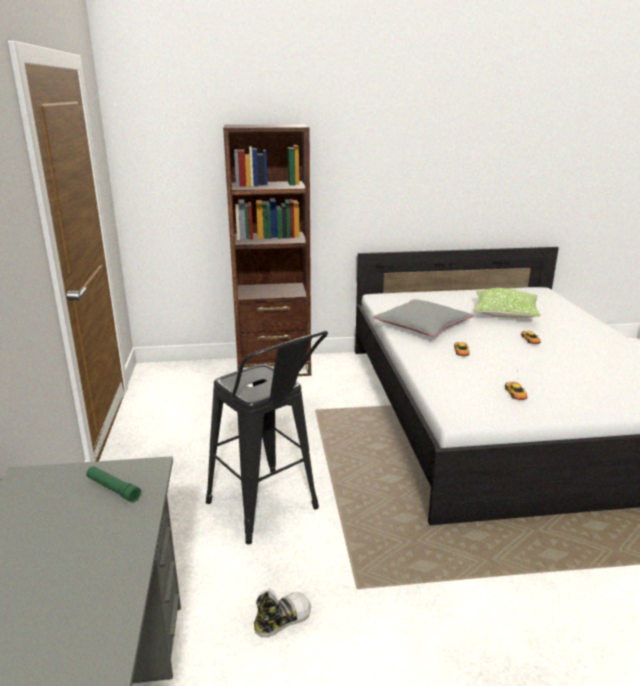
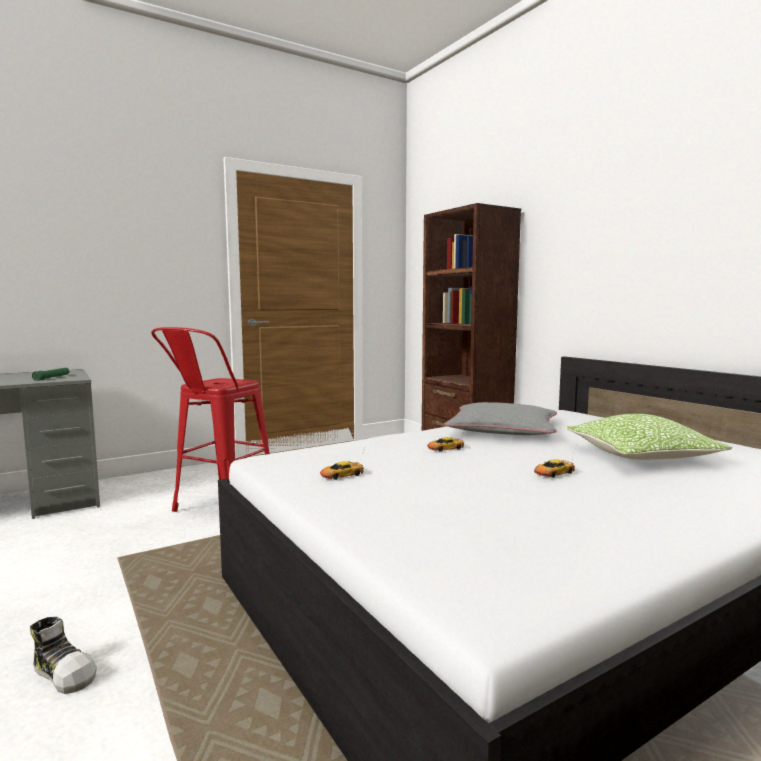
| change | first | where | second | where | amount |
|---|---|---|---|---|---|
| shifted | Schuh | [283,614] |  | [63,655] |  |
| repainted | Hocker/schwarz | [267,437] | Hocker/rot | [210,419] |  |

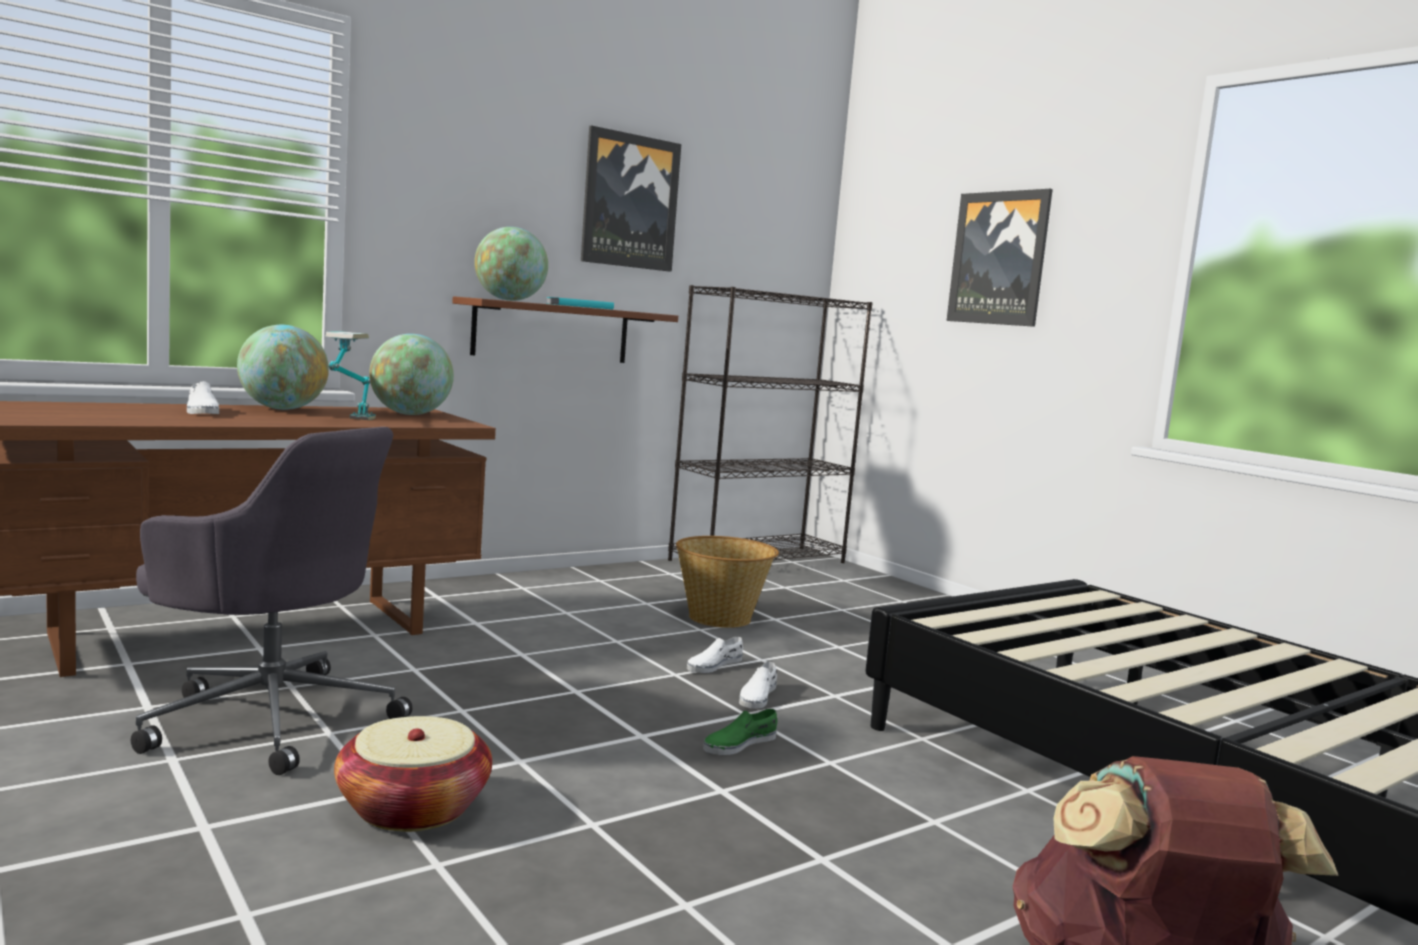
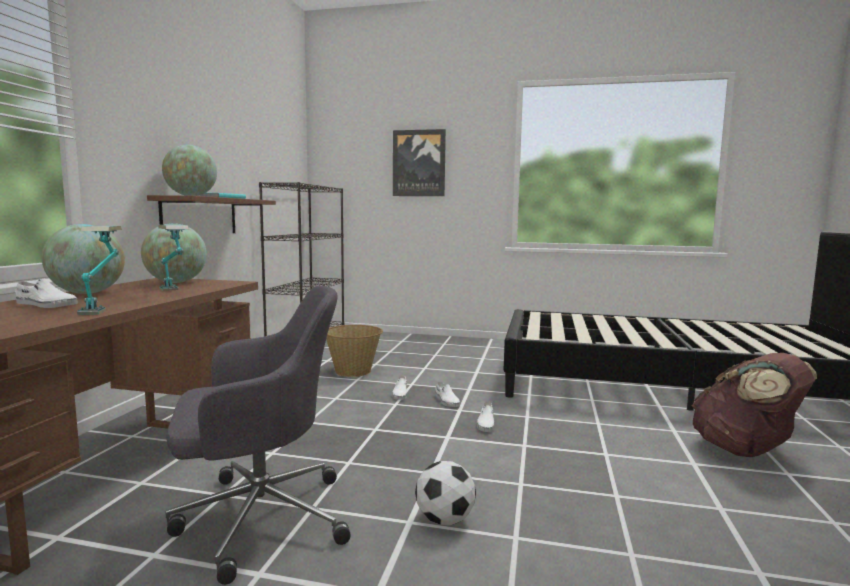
| change | first | where | second | where | amount |
|---|---|---|---|---|---|
| gone | Bild | [631,198] |  |  |  |
| new |  |  | Tischlampe | [99,270] |  |
| swapped | Korb | [413,774] | Fußball | [445,493] |  |
| repainted | Schuh/grün | [740,732] | Schuh/weiß | [485,416] |  |

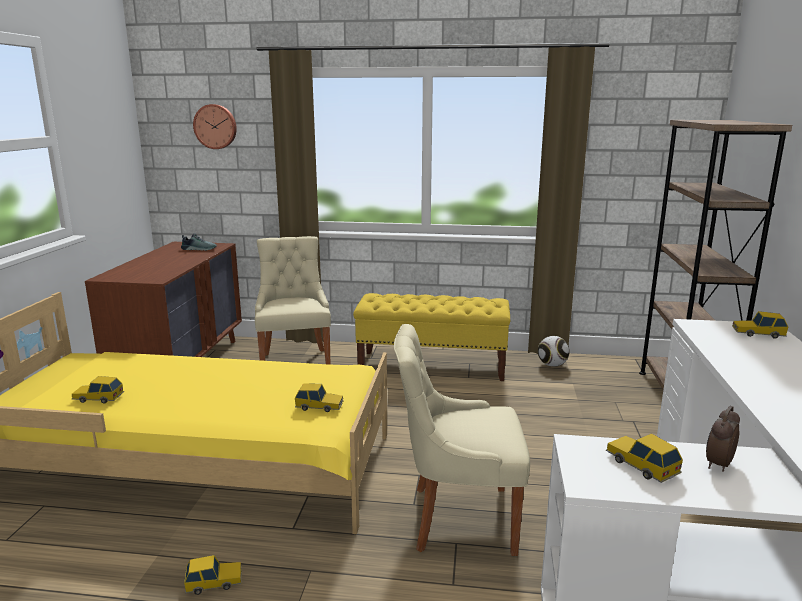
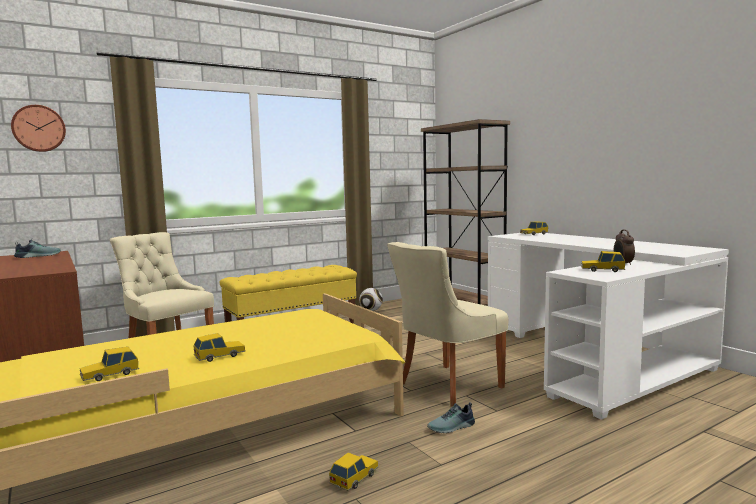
| change | first | where | second | where | amount |
|---|---|---|---|---|---|
| new |  |  | Schuh | [451,418] |  |
| shifted | Spielzeugauto | [319,398] |  | [219,347] |  |

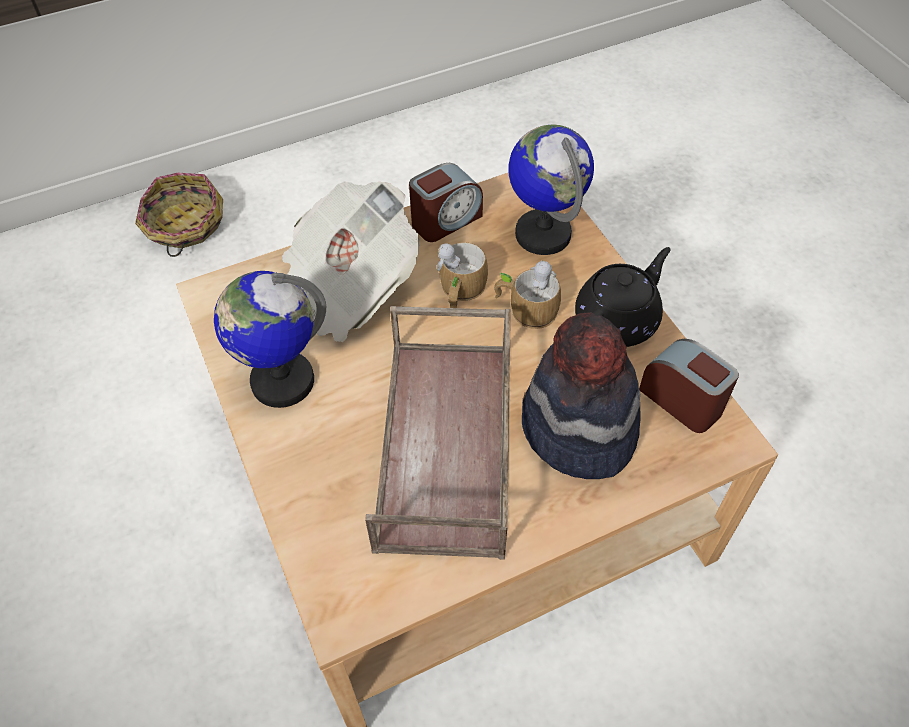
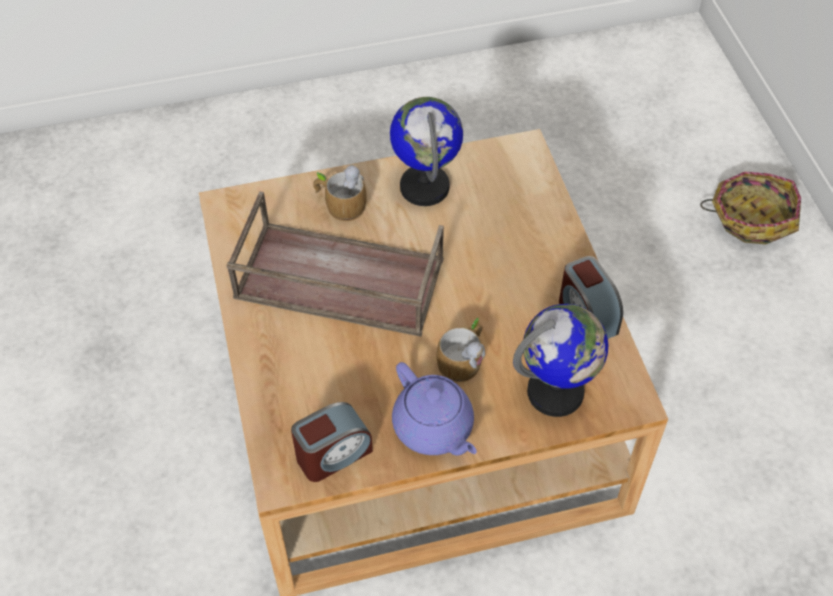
| change | first | where | second | where | amount |
|---|---|---|---|---|---|
| gone | Zeitung | [350,261] |  |  |  |
| gone | Hut | [581,395] |  |  |  |
| shifted | Henkelbecher | [462,275] |  | [340,193] |  |
| repainted | Teekanne/schwarz | [623,297] | Teekanne/lila | [434,409] |  |

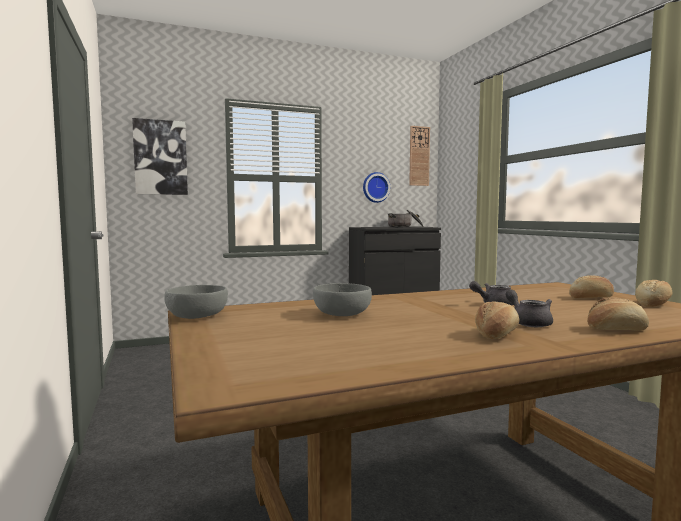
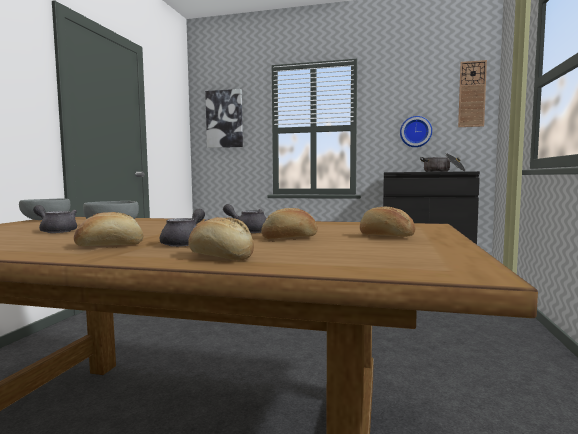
| change | first | where | second | where | amount |
|---|---|---|---|---|---|
| new |  |  | Teekanne/grau | [55,219] |  |
| shifted | Brot | [654,293] |  | [289,223] |  |

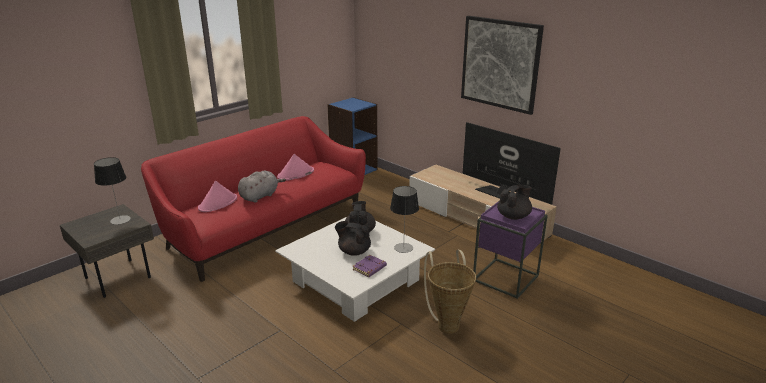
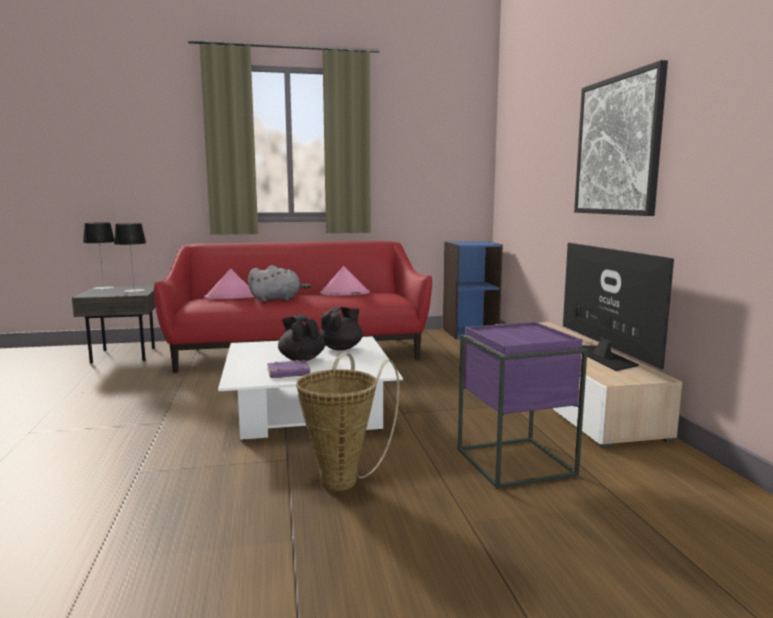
| change | first | where | second | where | amount |
|---|---|---|---|---|---|
| gone | Teekanne/schwarz | [514,202] |  |  |  |
| shifted | Tischlampe | [404,219] |  | [98,256] |  |

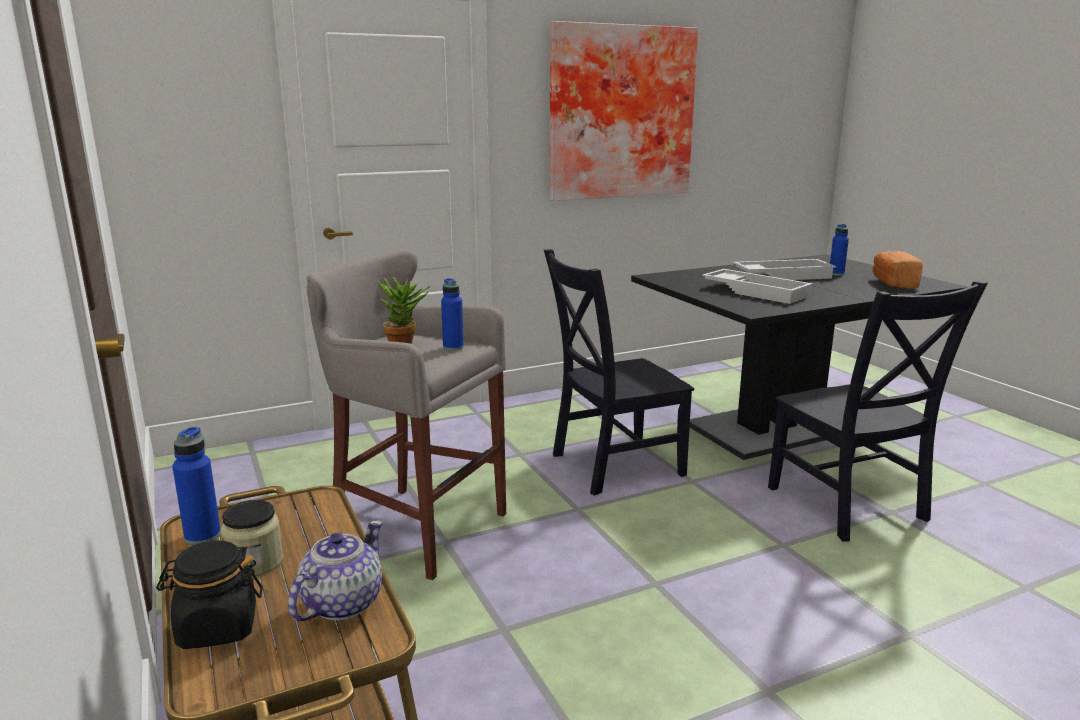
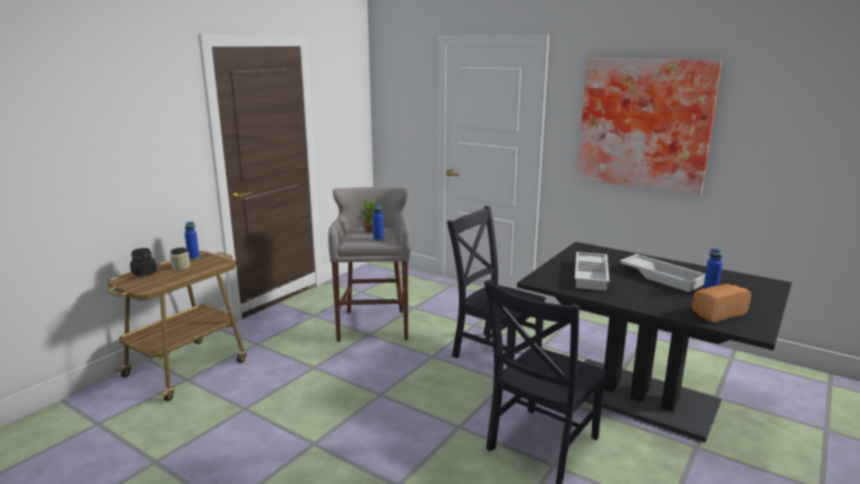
| change | first | where | second | where | amount |
|---|---|---|---|---|---|
| gone | Teekanne | [335,570] |  |  |  |

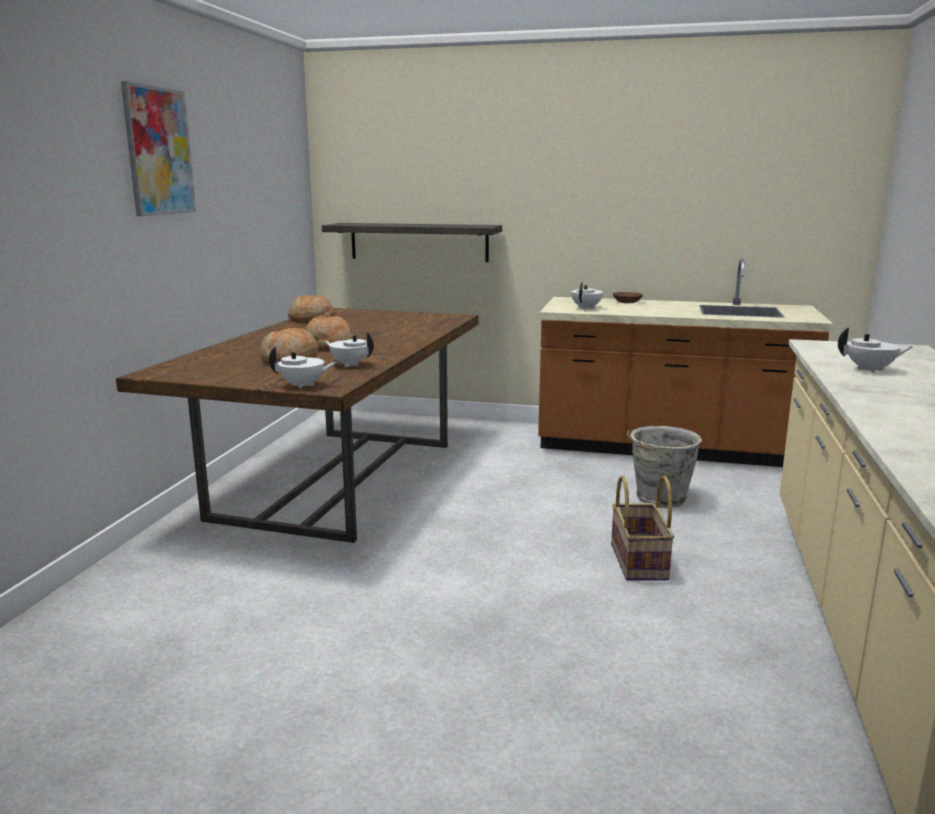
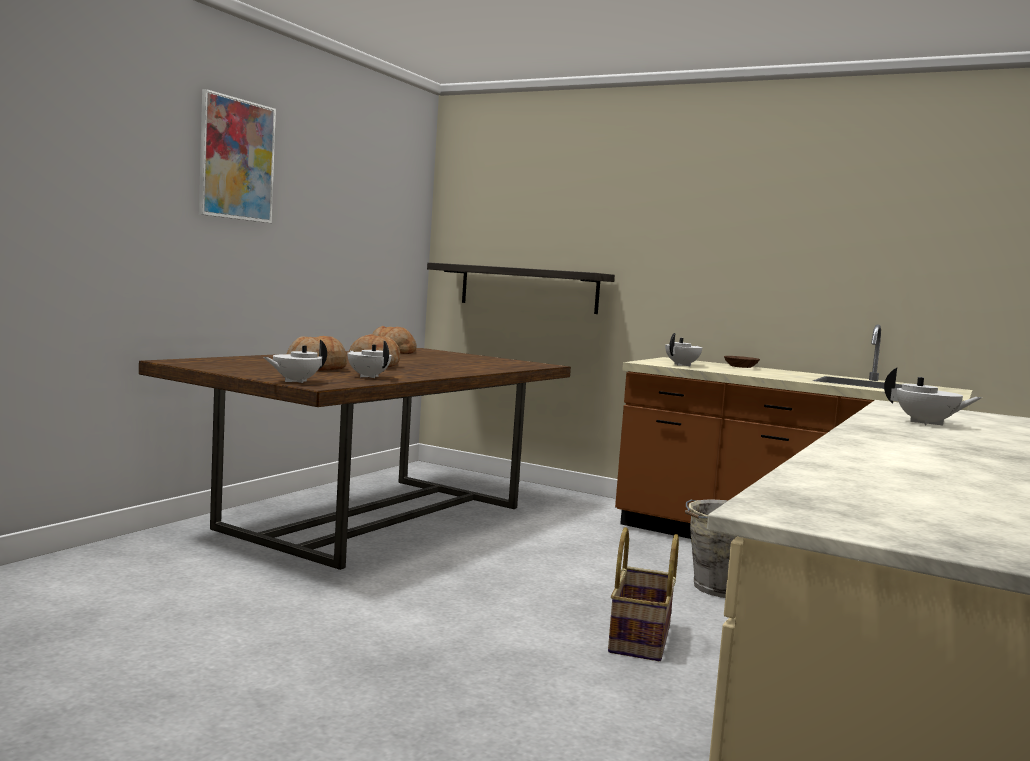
| change | first | where | second | where | amount |
|---|---|---|---|---|---|
| rotated | Teekanne/weiß | [303,368] |  | [295,361] | 120 degrees clockwise |

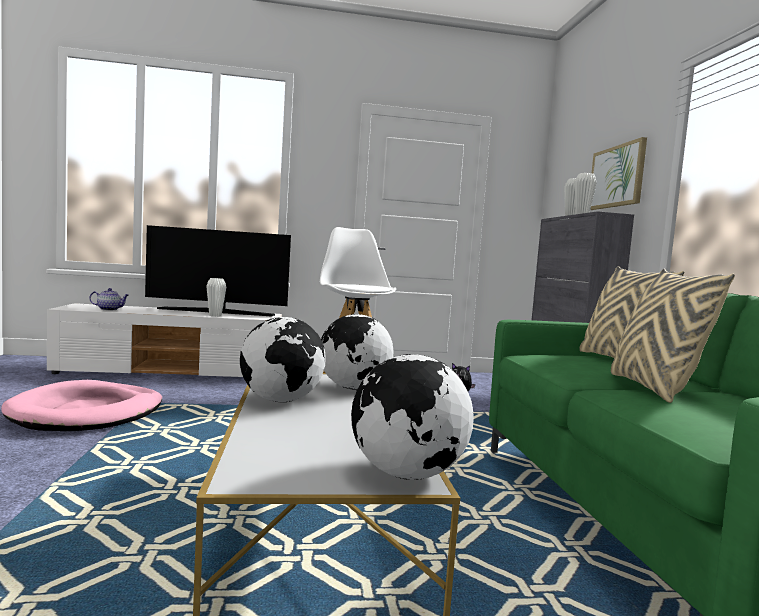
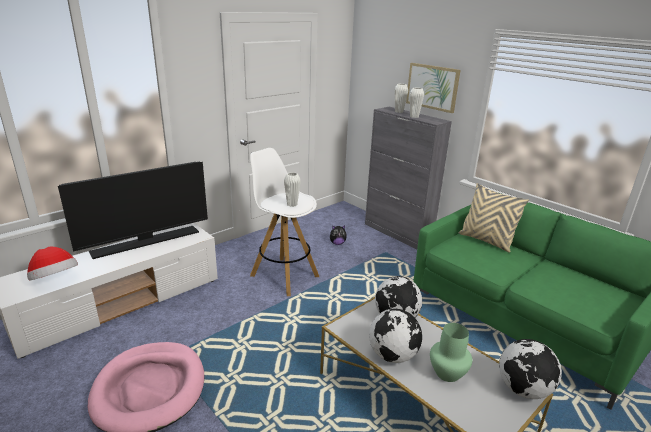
| change | first | where | second | where | amount |
|---|---|---|---|---|---|
| gone | Kissen/beige | [673,336] |  |  |  |
| new |  |  | Vase/grün | [451,352] |  |
| shifted | Vase/weiß | [216,297] |  | [292,189] |  |
| swapped | Teekanne | [109,299] | Hut | [52,264] |  |

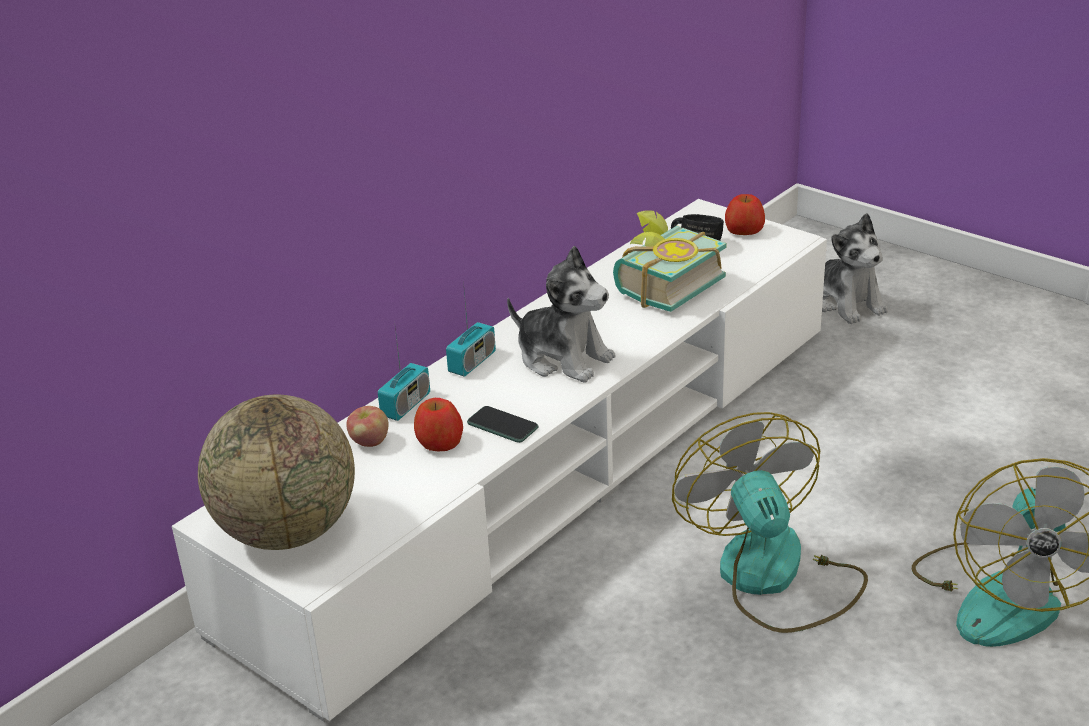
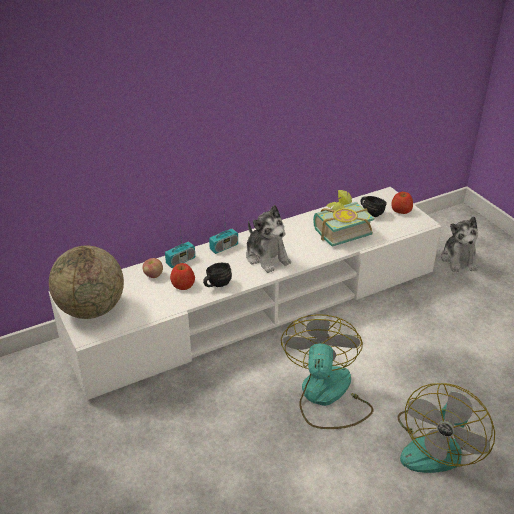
| change | first | where | second | where | amount |
|---|---|---|---|---|---|
| swapped | Handy | [503,424] | Henkelbecher/schwarz | [217,275] |  |

